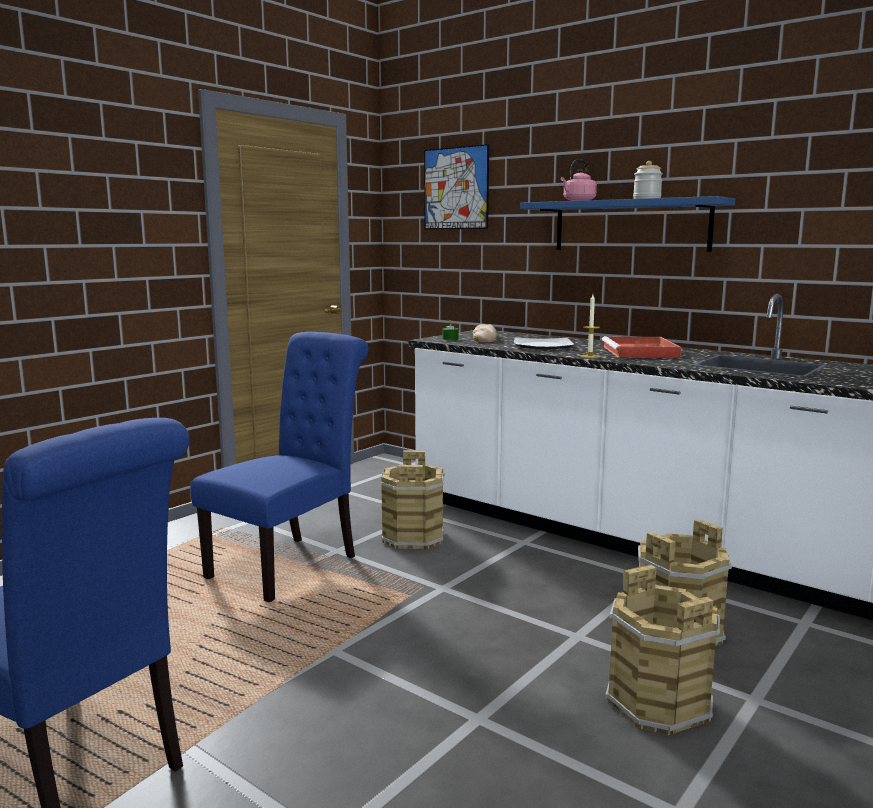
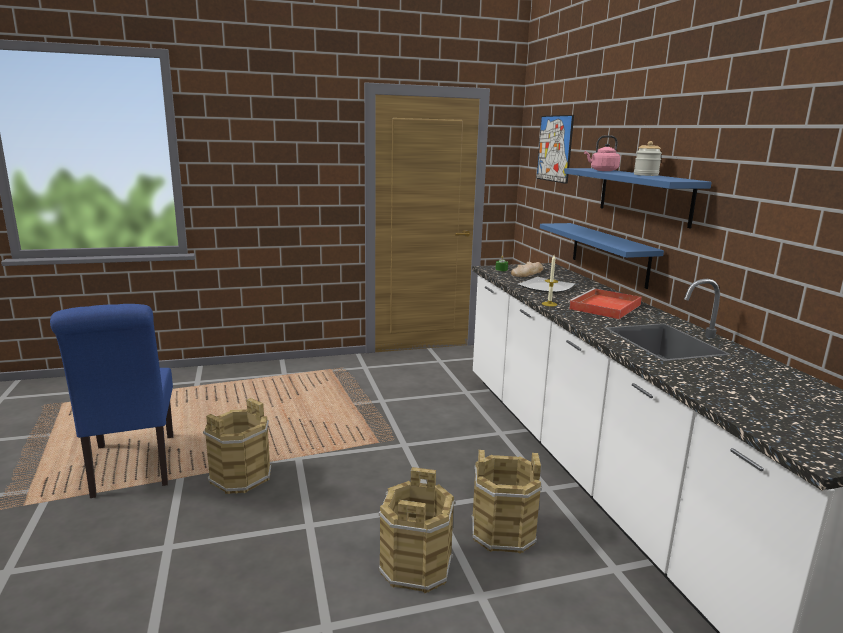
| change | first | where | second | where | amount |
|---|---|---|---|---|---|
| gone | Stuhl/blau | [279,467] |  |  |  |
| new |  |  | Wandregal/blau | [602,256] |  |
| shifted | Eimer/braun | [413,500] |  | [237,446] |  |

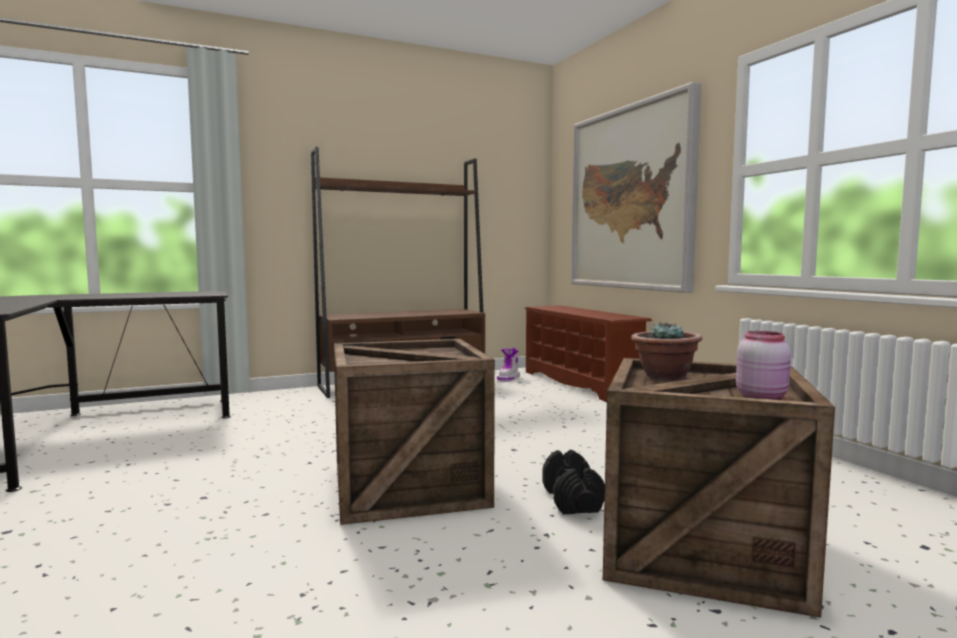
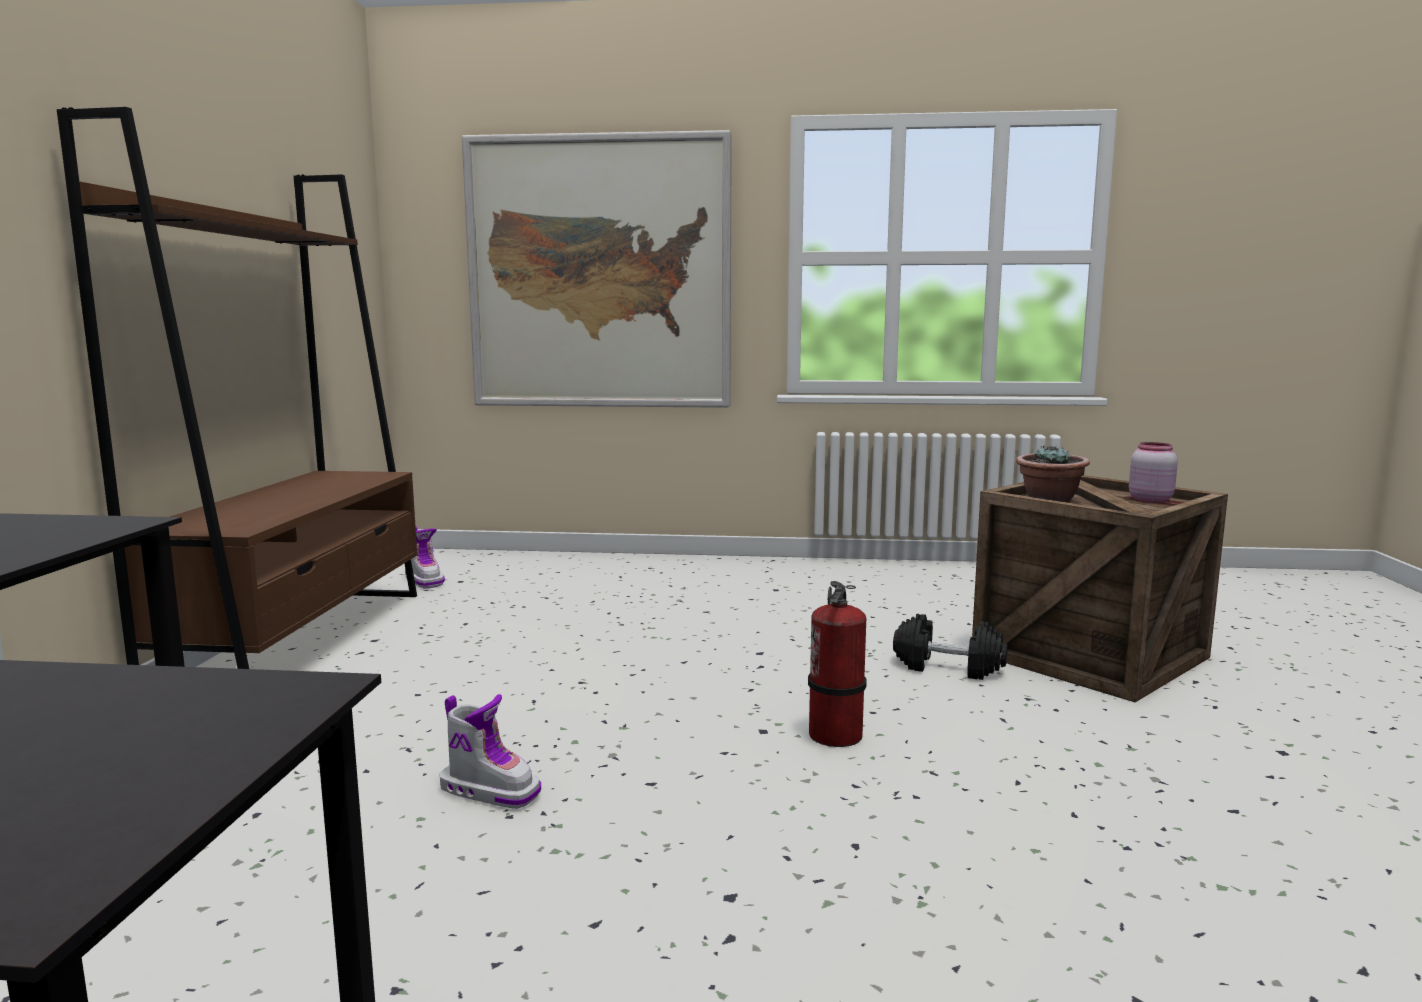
| change | first | where | second | where | amount |
|---|---|---|---|---|---|
| gone | Schuhregal/braun | [588,353] |  |  |  |
| new |  |  | Stiefel | [490,751] |  |
| swapped | Kiste | [414,432] | Feuerlöscher | [837,664] |  |

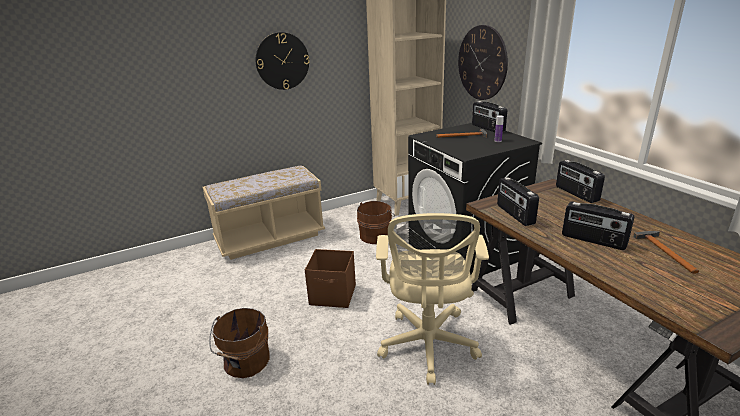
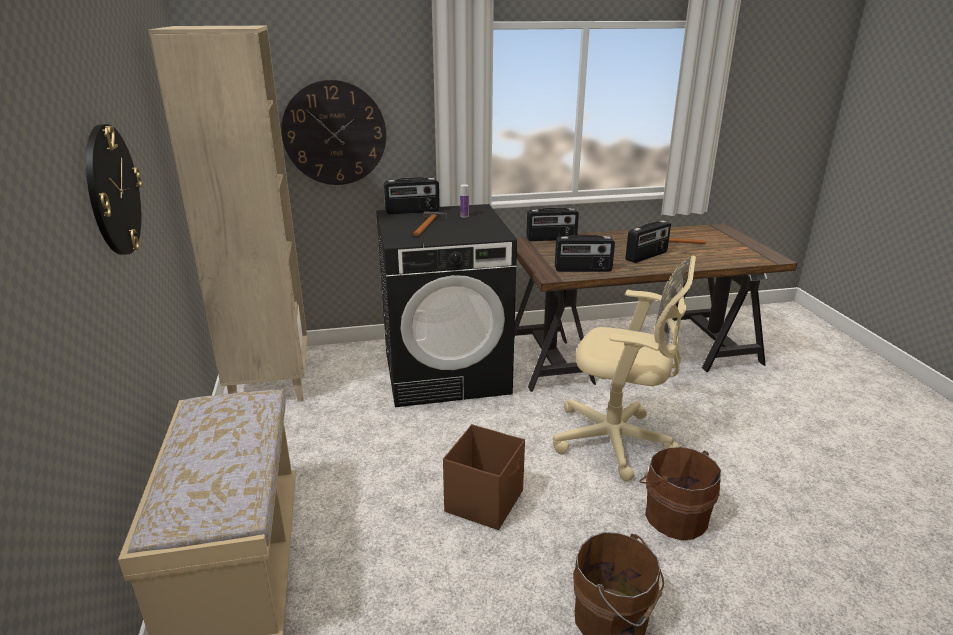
| change | first | where | second | where | amount |
|---|---|---|---|---|---|
| shifted | Eimer/braun | [376,222] |  | [680,493] |  |

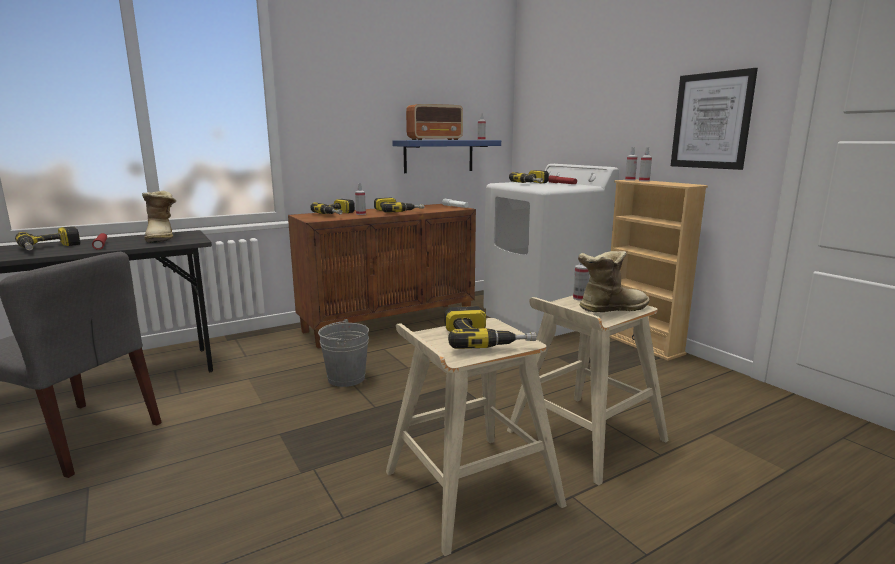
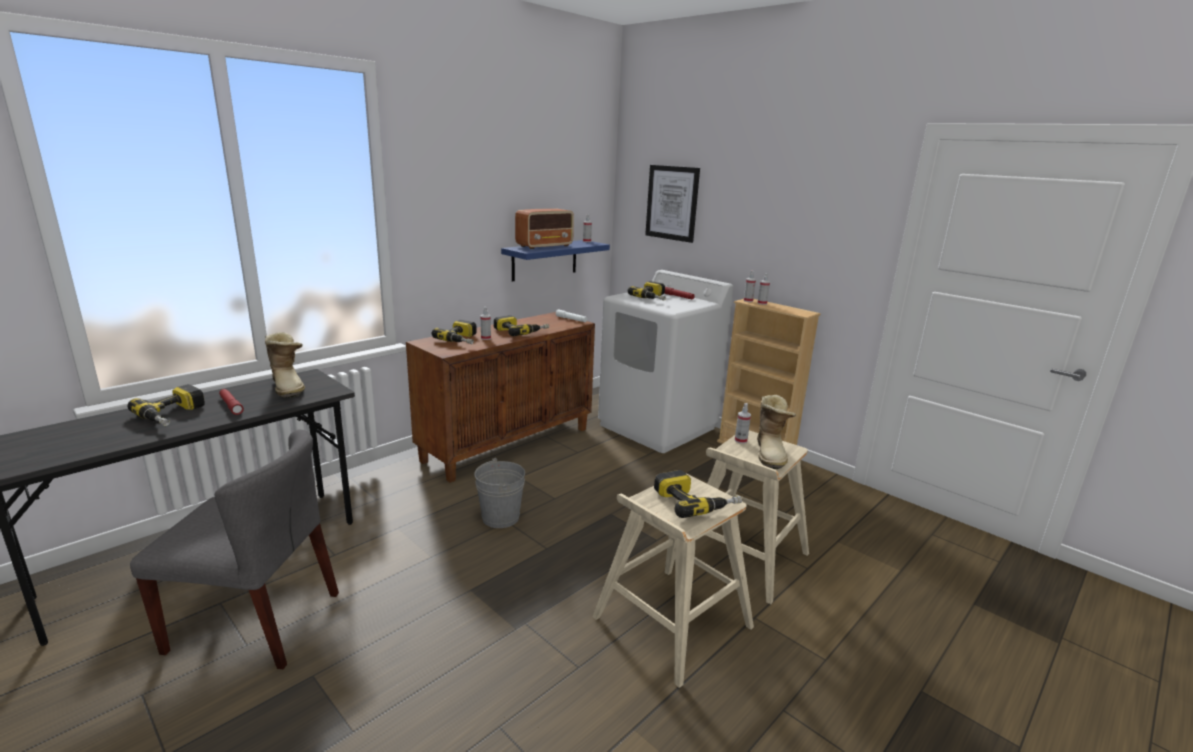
| change | first | where | second | where | amount |
|---|---|---|---|---|---|
| shifted | Bild | [714,119] |  | [672,204] |  |
| rotated | Stiefel | [614,281] |  | [776,432] | 135 degrees clockwise |

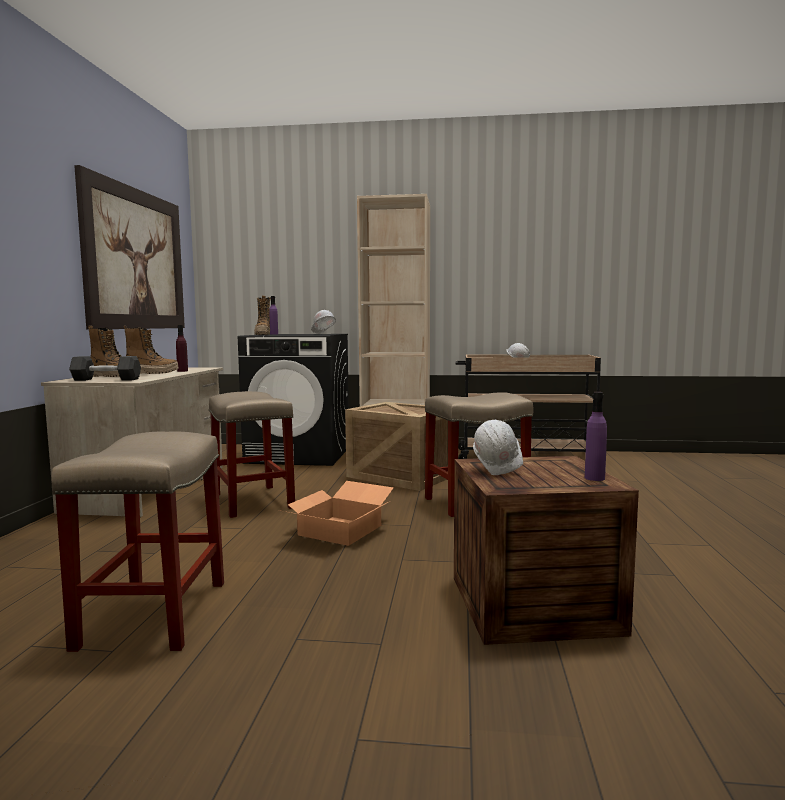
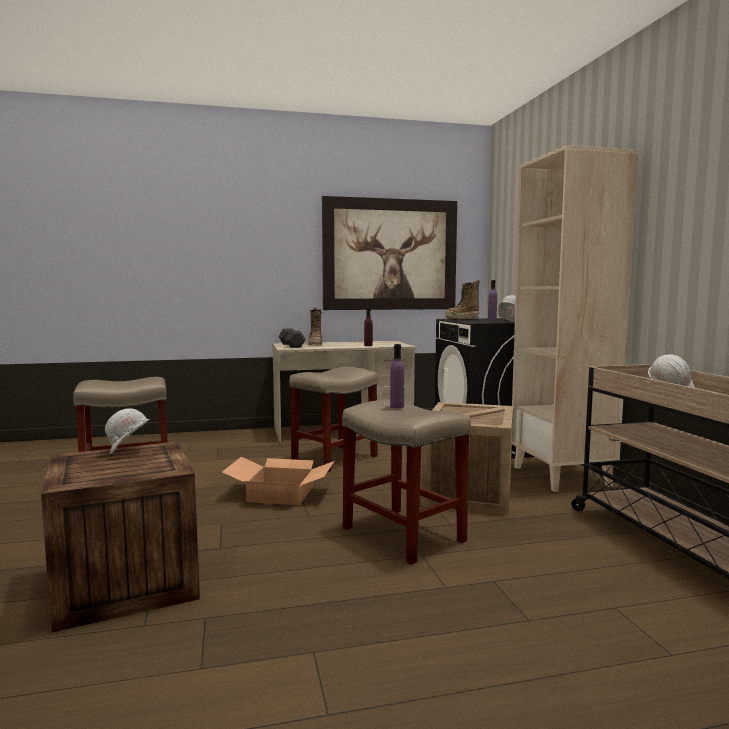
| change | first | where | second | where | amount |
|---|---|---|---|---|---|
| gone | Stiefel | [151,349] |  |  |  |
| shifted | Flasche/lila | [596,436] |  | [397,376] |  |

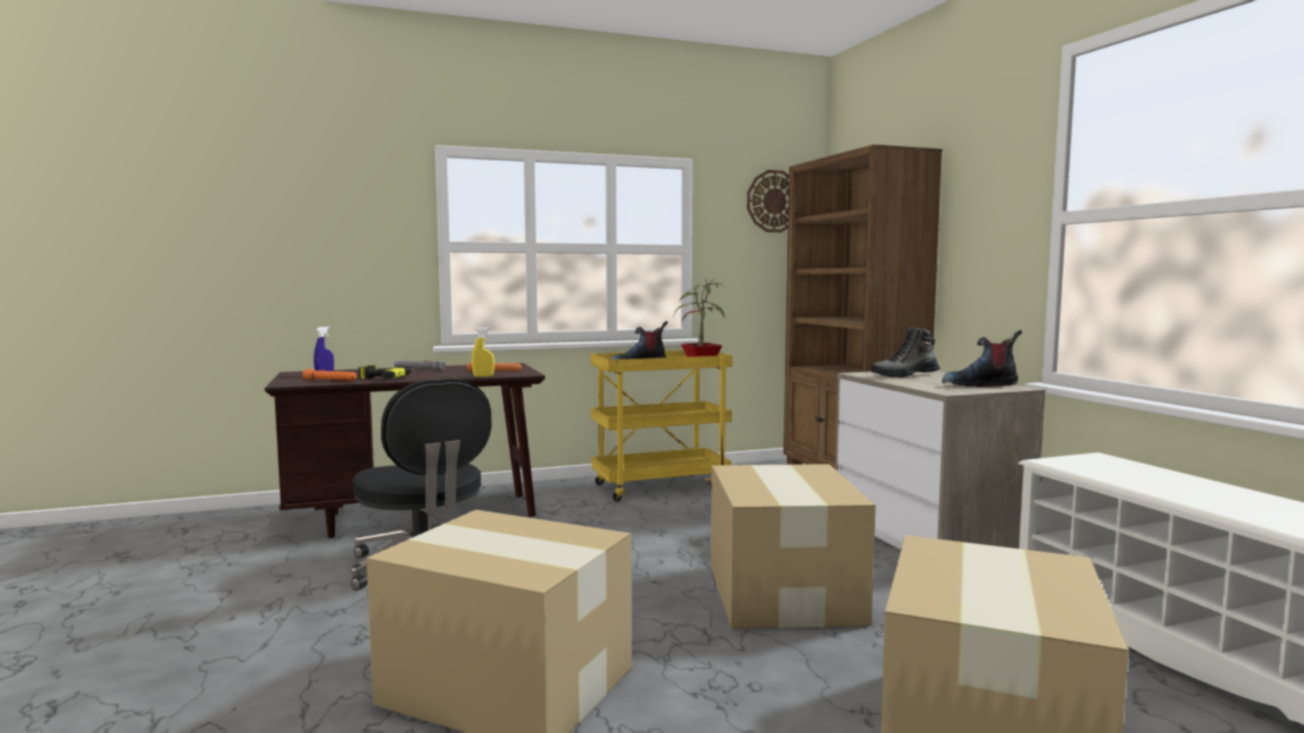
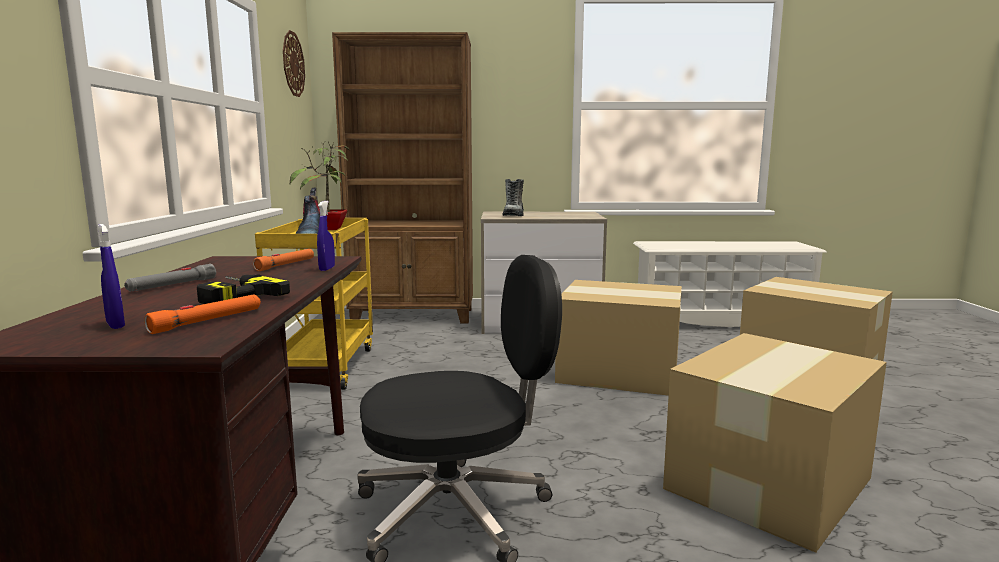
| change | first | where | second | where | amount |
|---|---|---|---|---|---|
| gone | Stiefel | [982,358] |  |  |  |
| repainted | Sprühflasche/gelb | [483,352] | Sprühflasche/blau | [326,236] |  |

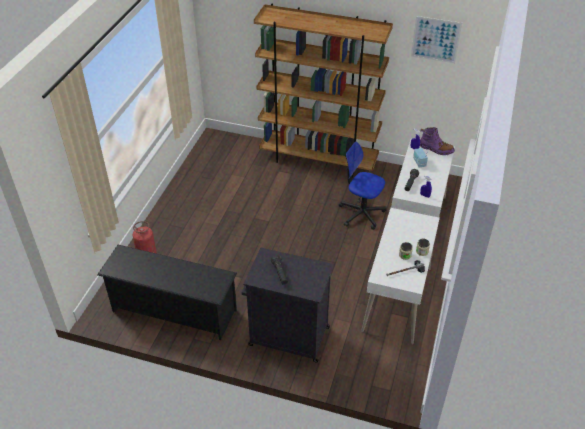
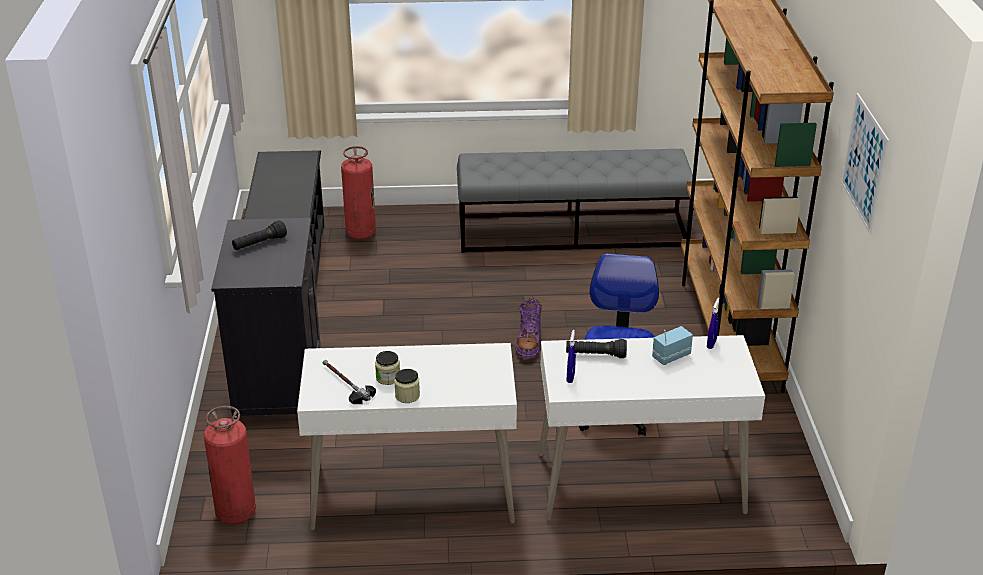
| change | first | where | second | where | amount |
|---|---|---|---|---|---|
| new |  |  | Feuerlöscher | [230,465] |  |
| new |  |  | Bank/grau | [575,201] |  |
| shifted | Stiefel/lila | [437,141] |  | [528,327] |  |

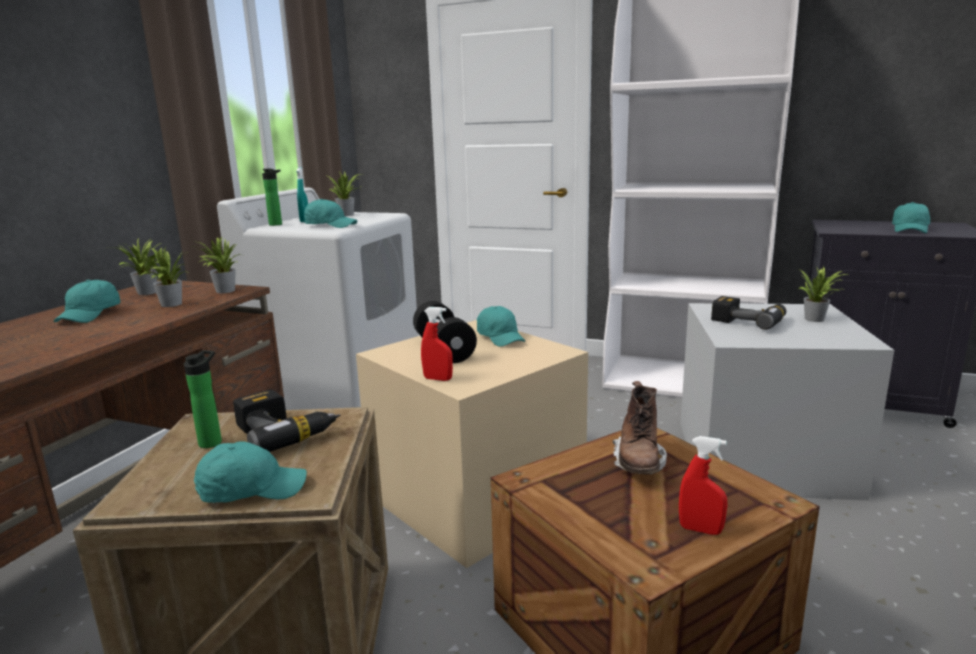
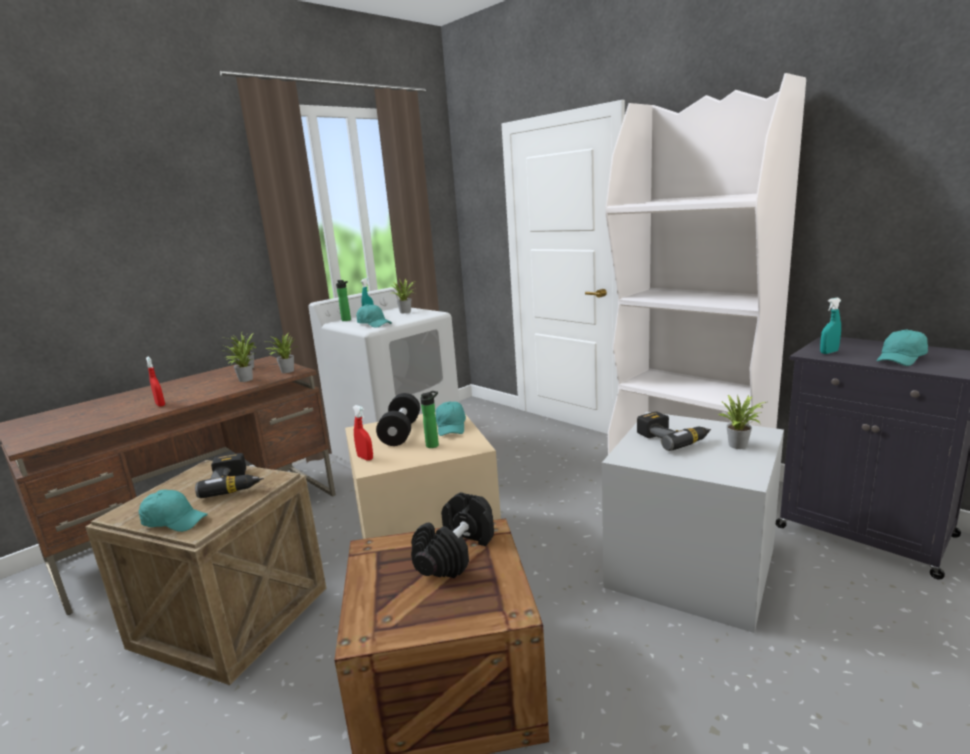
| change | first | where | second | where | amount |
|---|---|---|---|---|---|
| gone | Kappe/türkis | [87,301] |  |  |  |
| new |  |  | Sprühflasche/türkis | [830,326] |  |
| shifted | Flasche | [203,399] |  | [430,419] |  |
| shifted | Sprühflasche/rot | [703,485] |  | [155,382] |  |
| swapped | Stiefel/braun | [640,428] | Hantel/schwarz | [452,535] |  |

